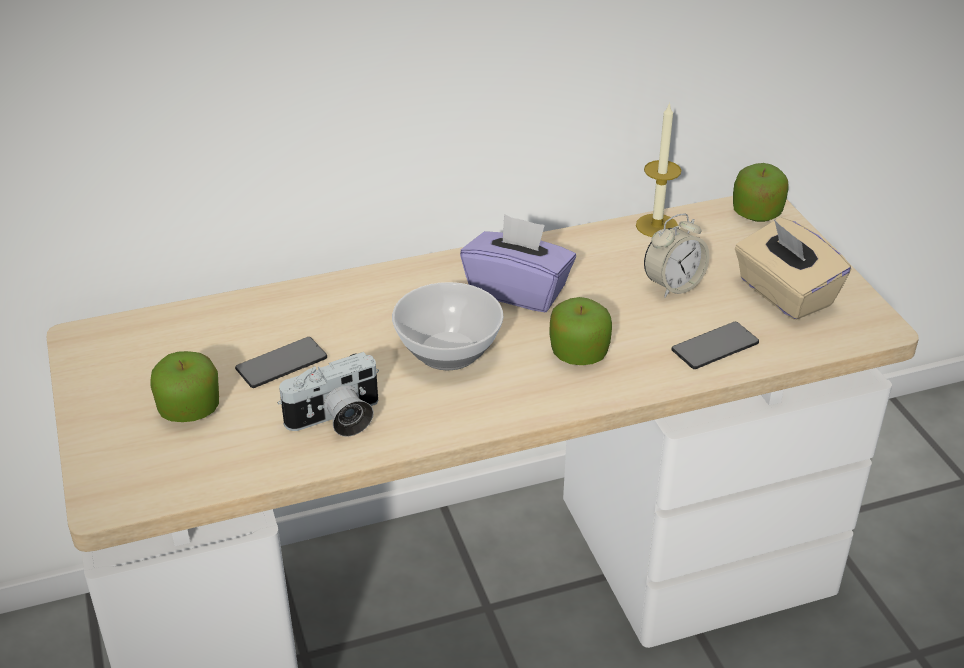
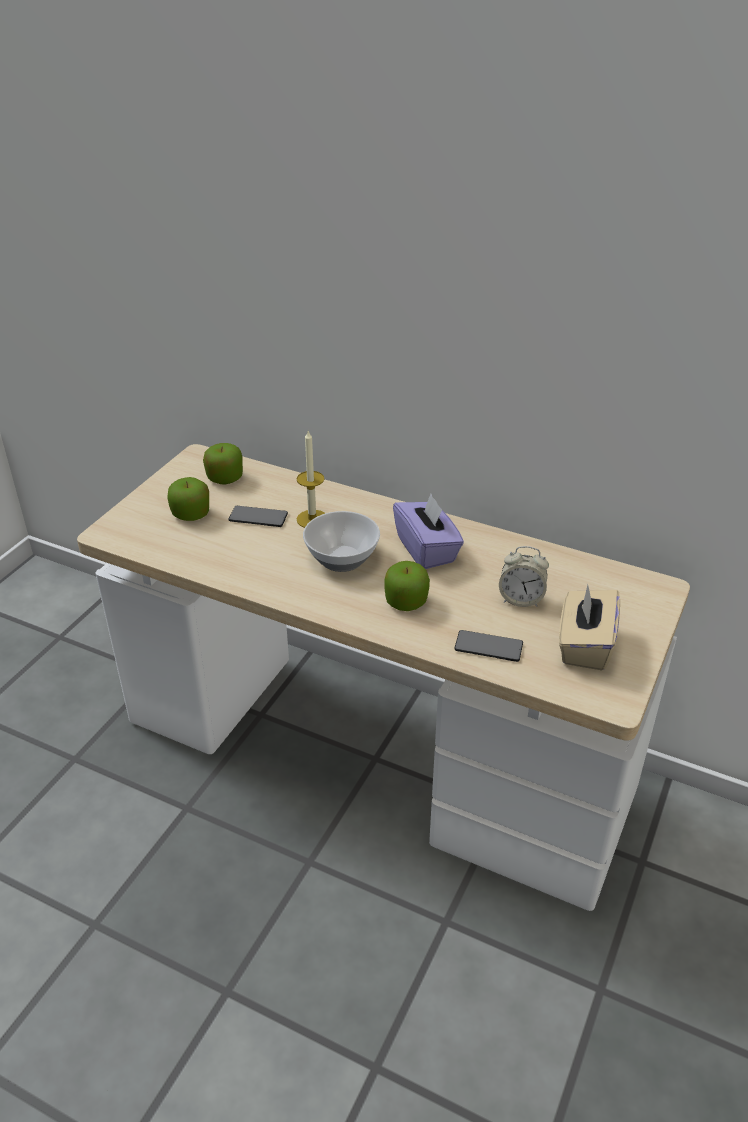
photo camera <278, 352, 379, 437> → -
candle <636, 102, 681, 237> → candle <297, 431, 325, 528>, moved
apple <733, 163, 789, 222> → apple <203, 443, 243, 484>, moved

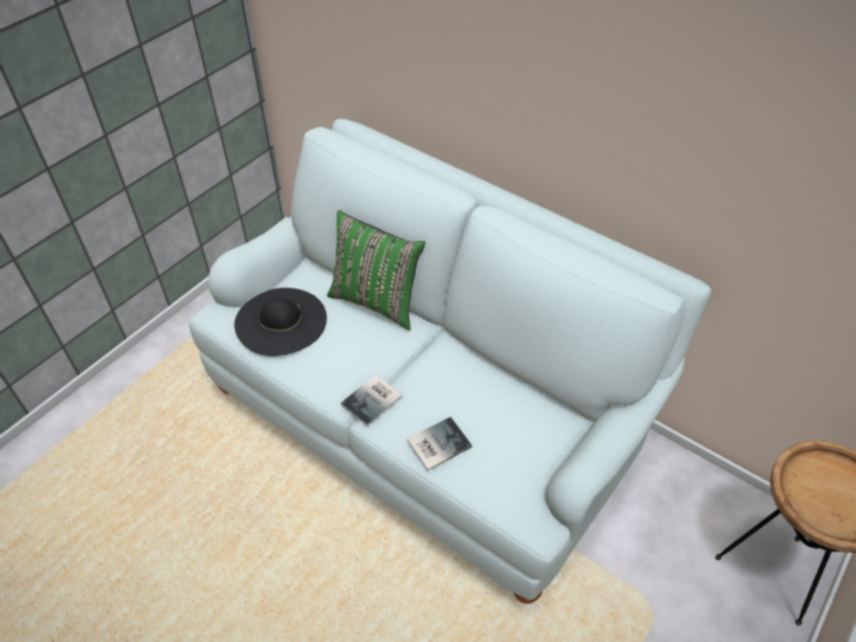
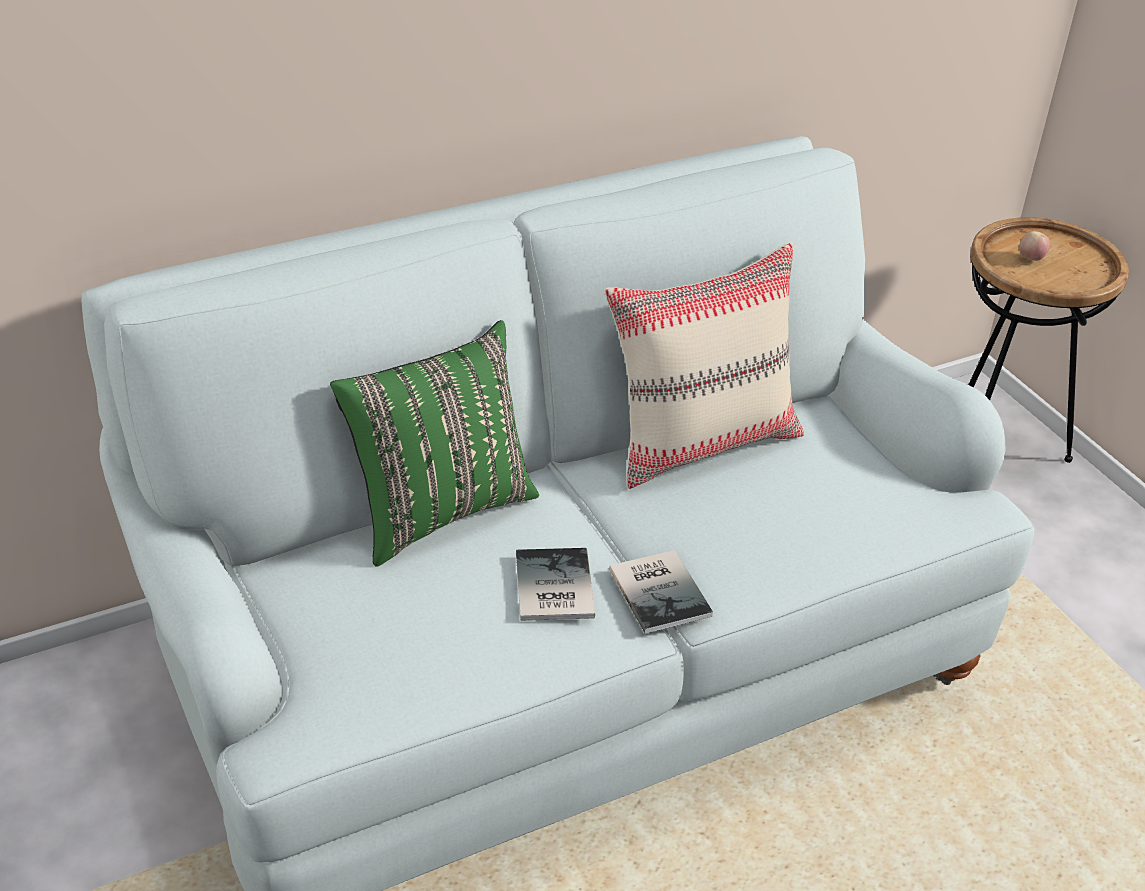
black hat <234, 288, 327, 356> → -
book <407, 417, 472, 471> → book <516, 548, 595, 621>, moved
- → beige pillow <605, 243, 804, 489>
- → apple <1019, 231, 1050, 261>

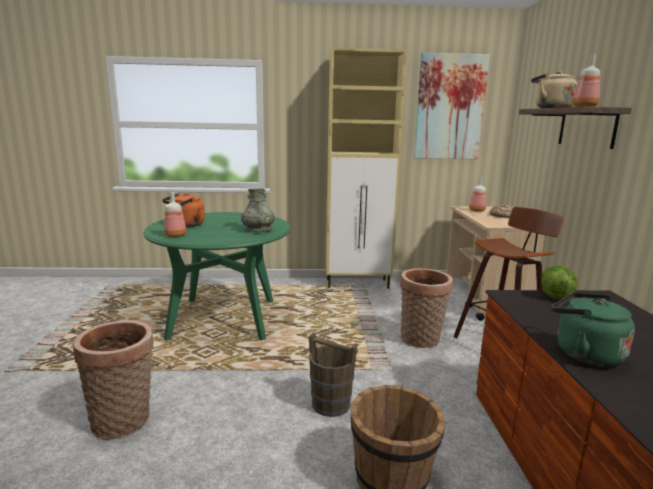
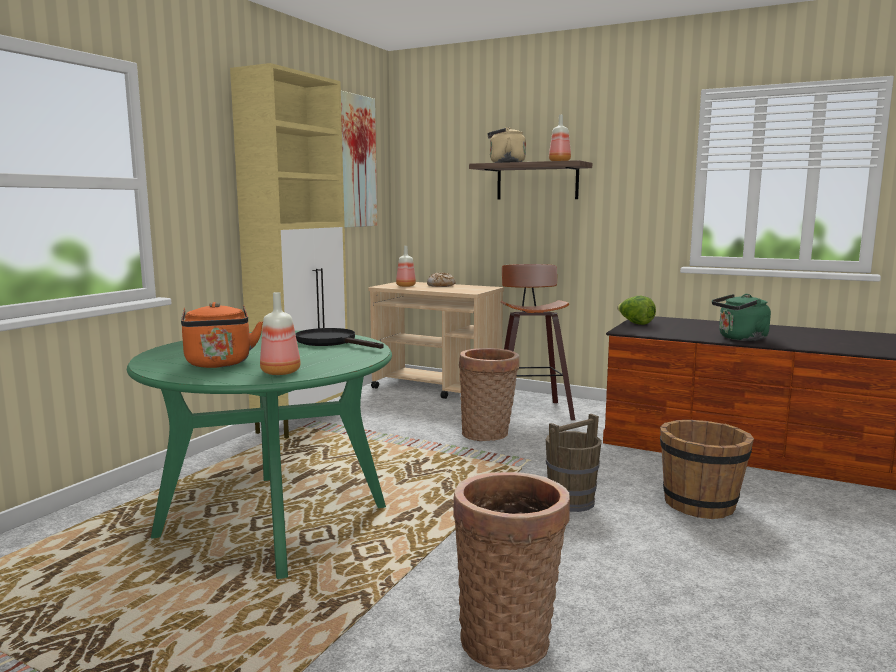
grey vase <241, 189, 275, 232> → black frying pan <295, 328, 384, 349>

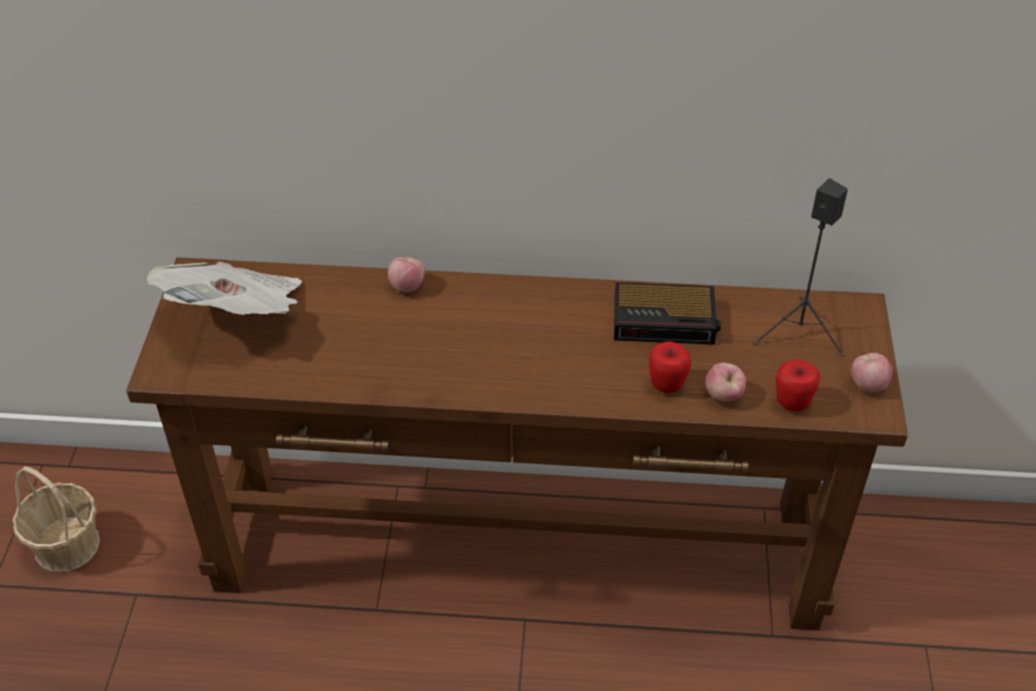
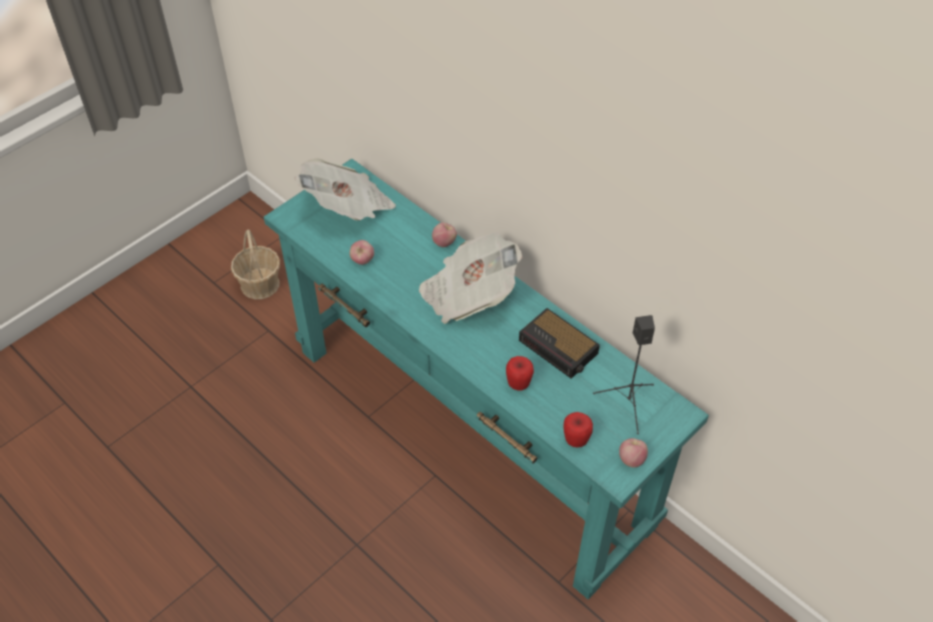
brown console table <126, 257, 908, 631> → turquoise console table <264, 159, 709, 599>
apple <705, 363, 746, 401> → apple <350, 240, 374, 265>, moved
- → newspaper <419, 232, 522, 324>

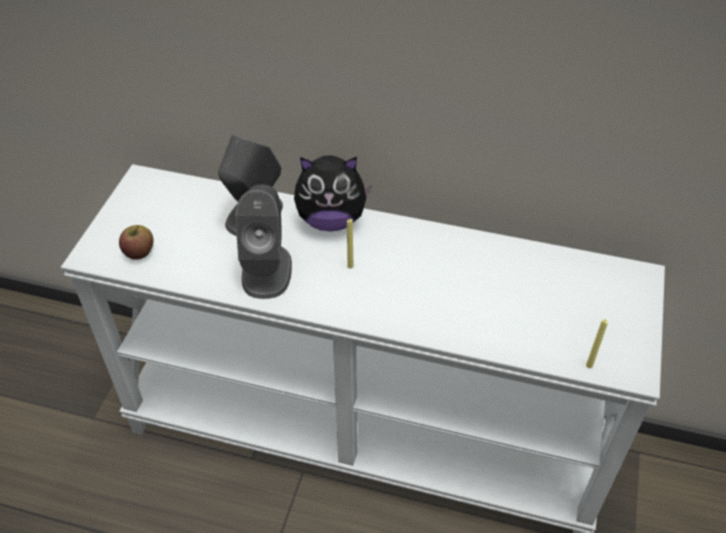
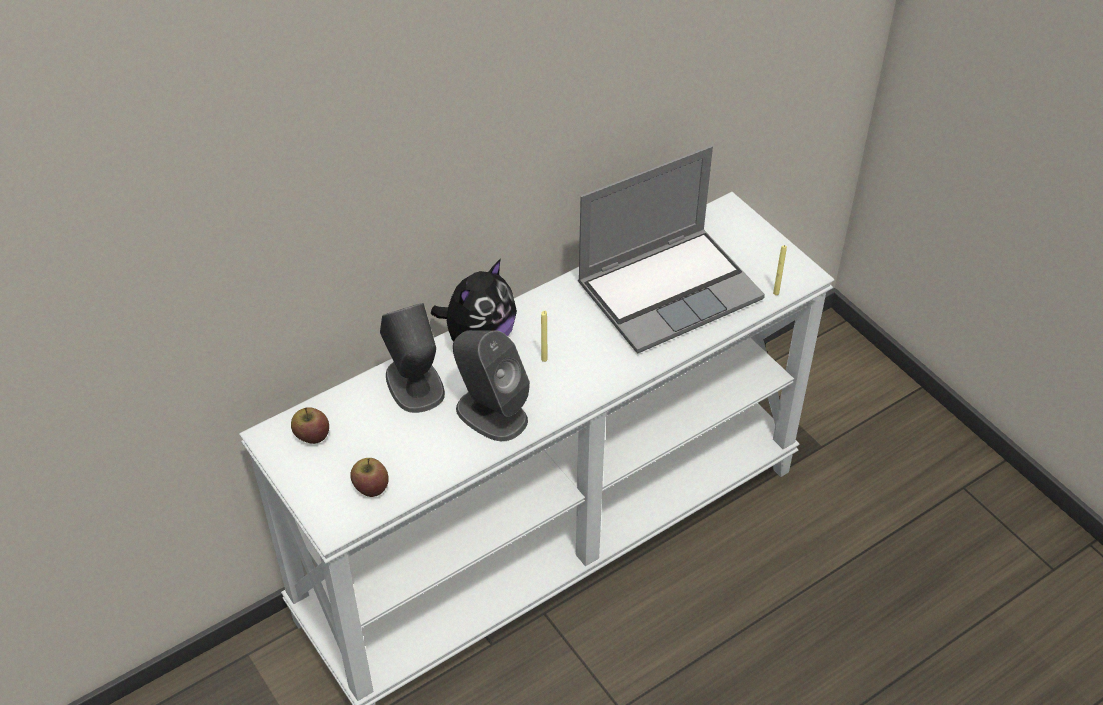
- → apple <291, 407, 329, 444>
- → laptop <578, 146, 765, 354>

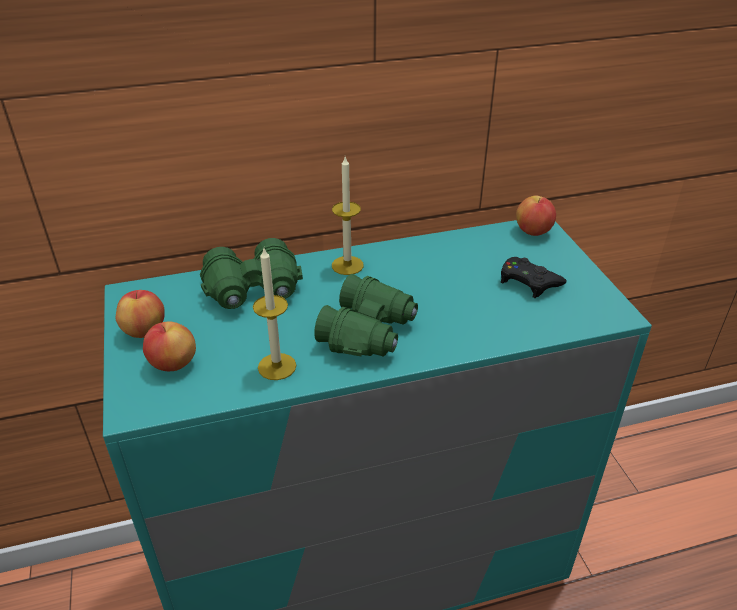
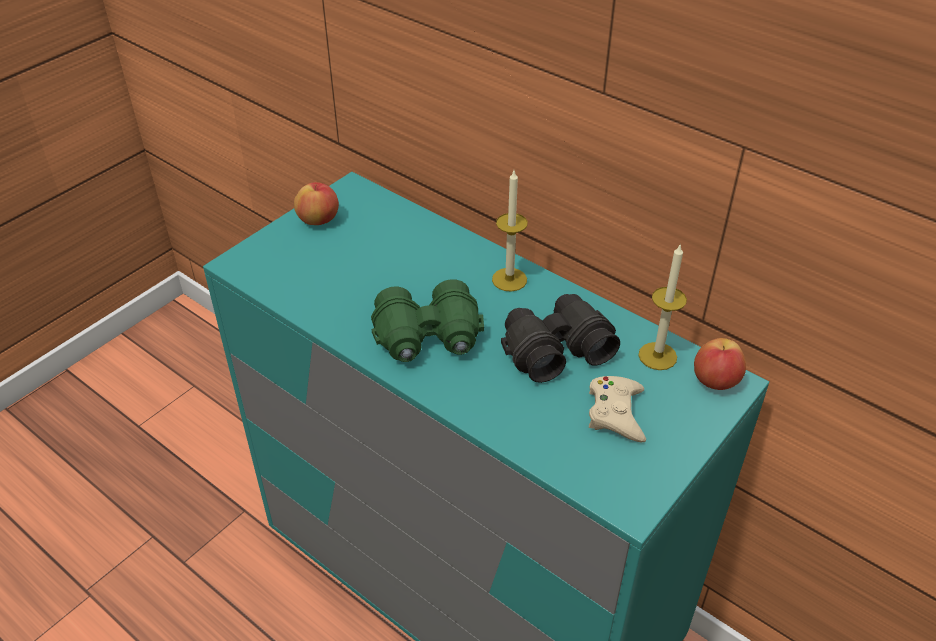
apple <143, 321, 196, 371> → -
green binoculars <200, 238, 303, 309> → -
candle <253, 248, 296, 380> → candle <638, 243, 687, 370>, moved
black game controller <501, 257, 567, 298> → beige game controller <589, 376, 646, 442>
- → black binoculars <501, 294, 620, 383>

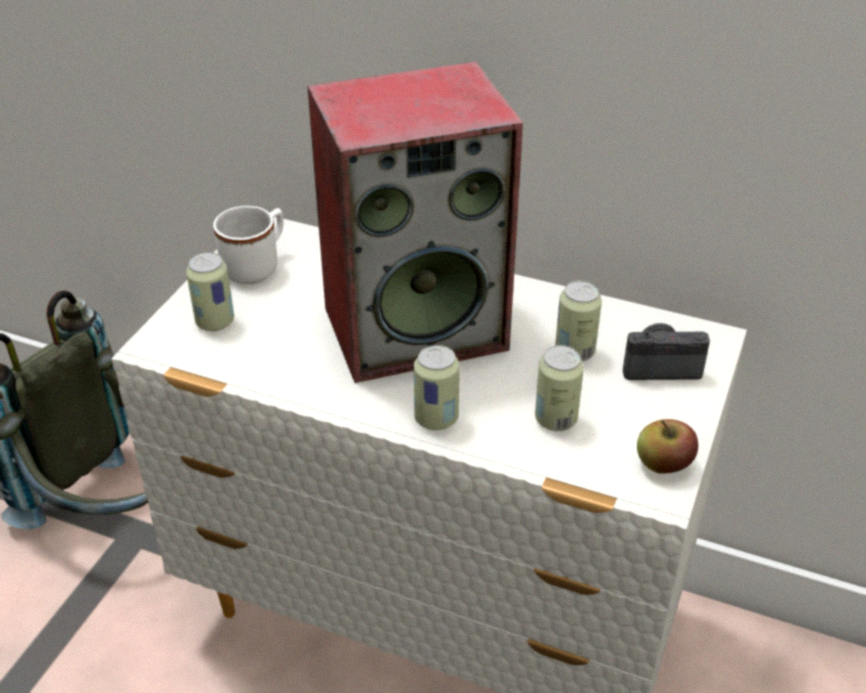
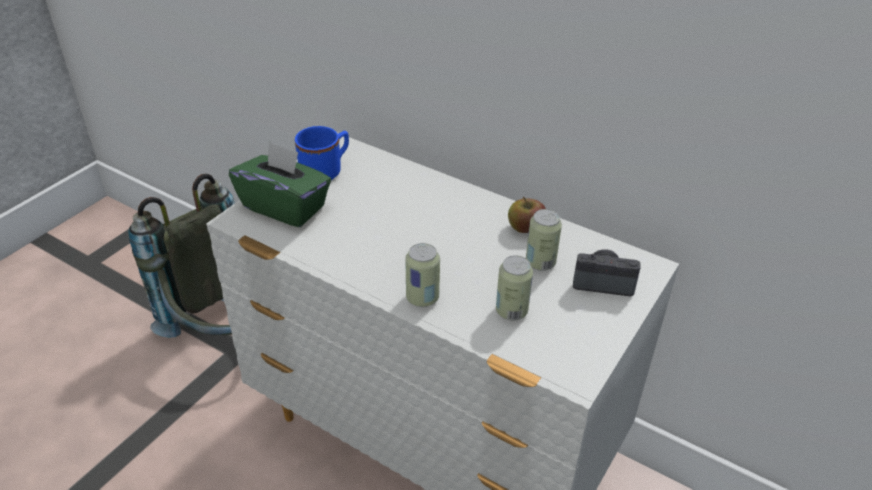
can <186, 252, 234, 331> → green tissue box <229, 141, 331, 227>
white mug <213, 206, 283, 284> → blue mug <295, 126, 349, 180>
speaker <307, 61, 523, 383> → -
apple <637, 419, 698, 474> → apple <508, 197, 546, 233>, moved

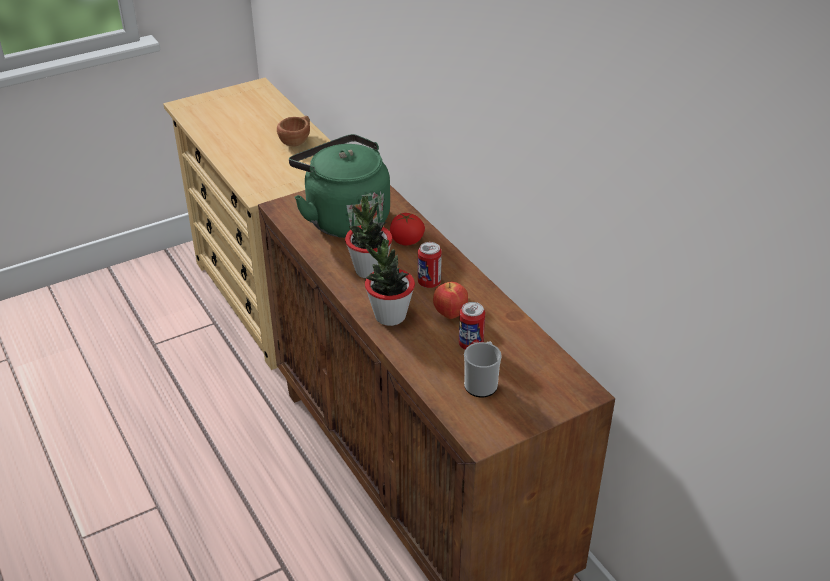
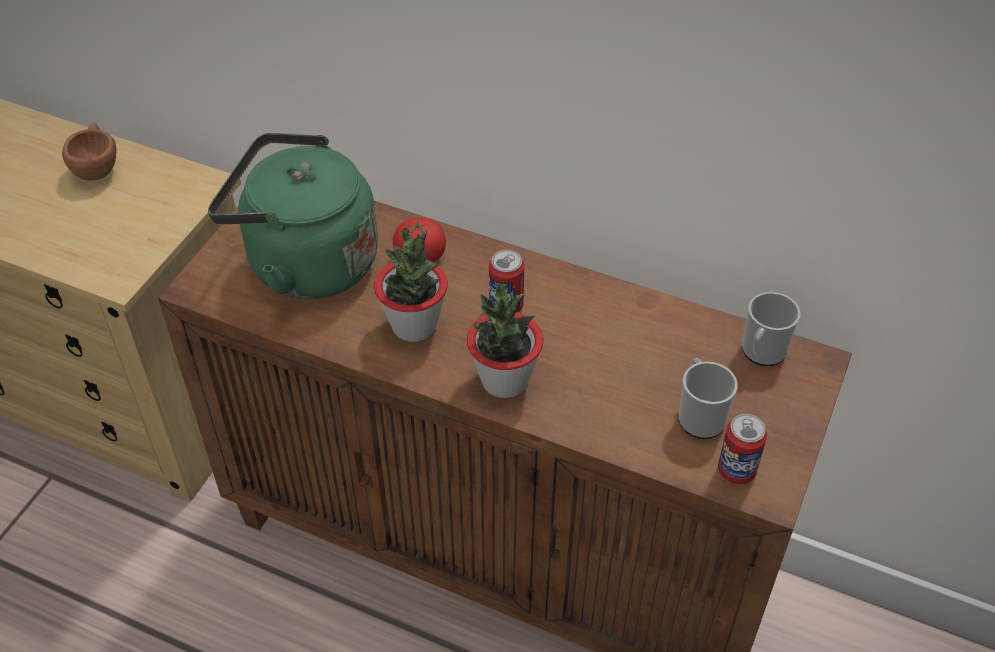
apple <433, 282, 468, 319> → -
can <459, 302, 485, 350> → can <718, 414, 767, 485>, moved
- → mug <742, 292, 800, 366>

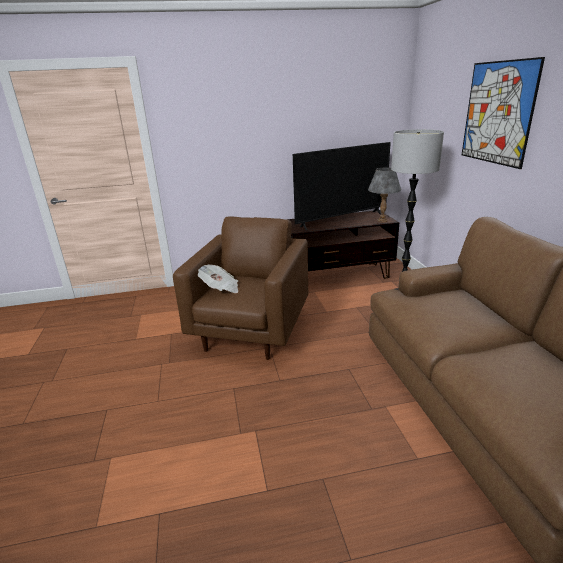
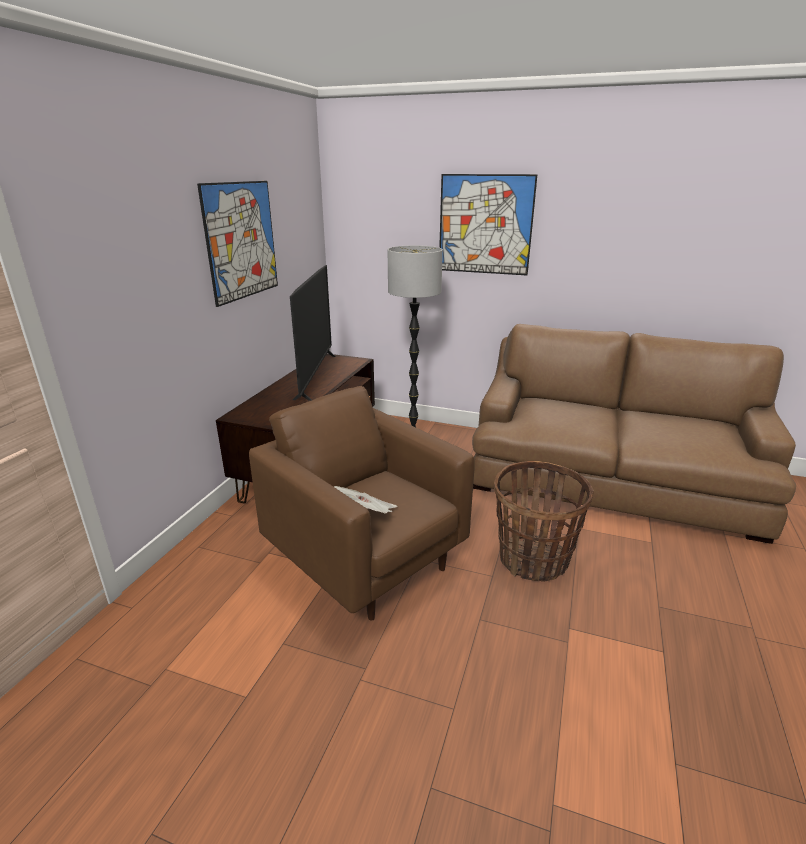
grey table lamp <368, 168, 401, 222> → -
- → picture <197, 181, 278, 307>
- → basket <494, 461, 594, 582>

